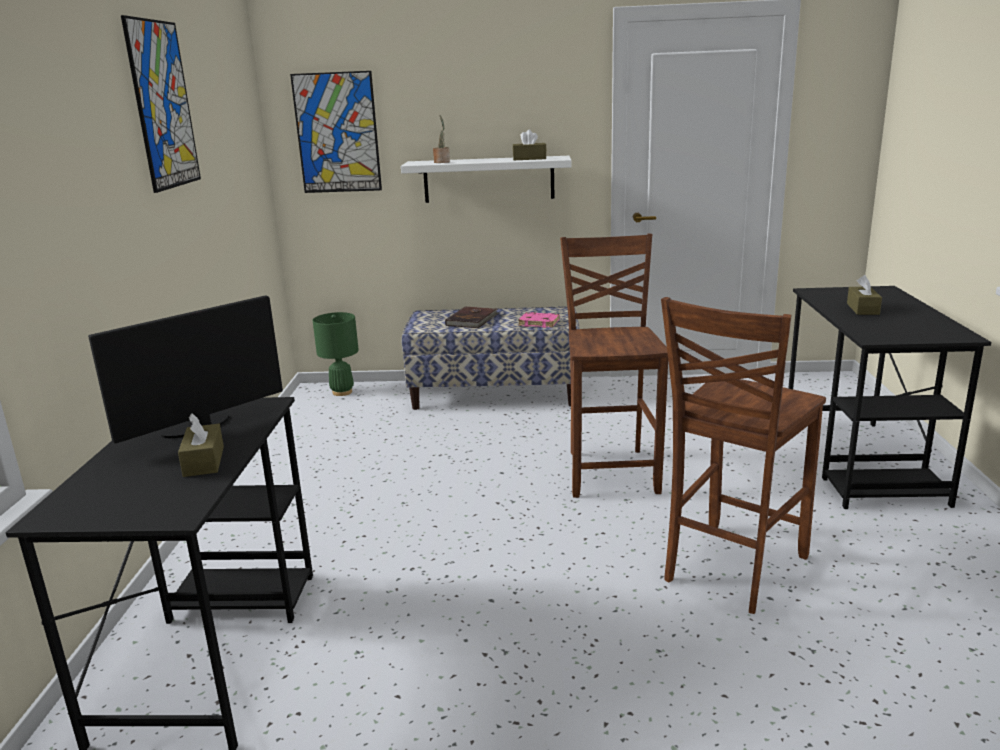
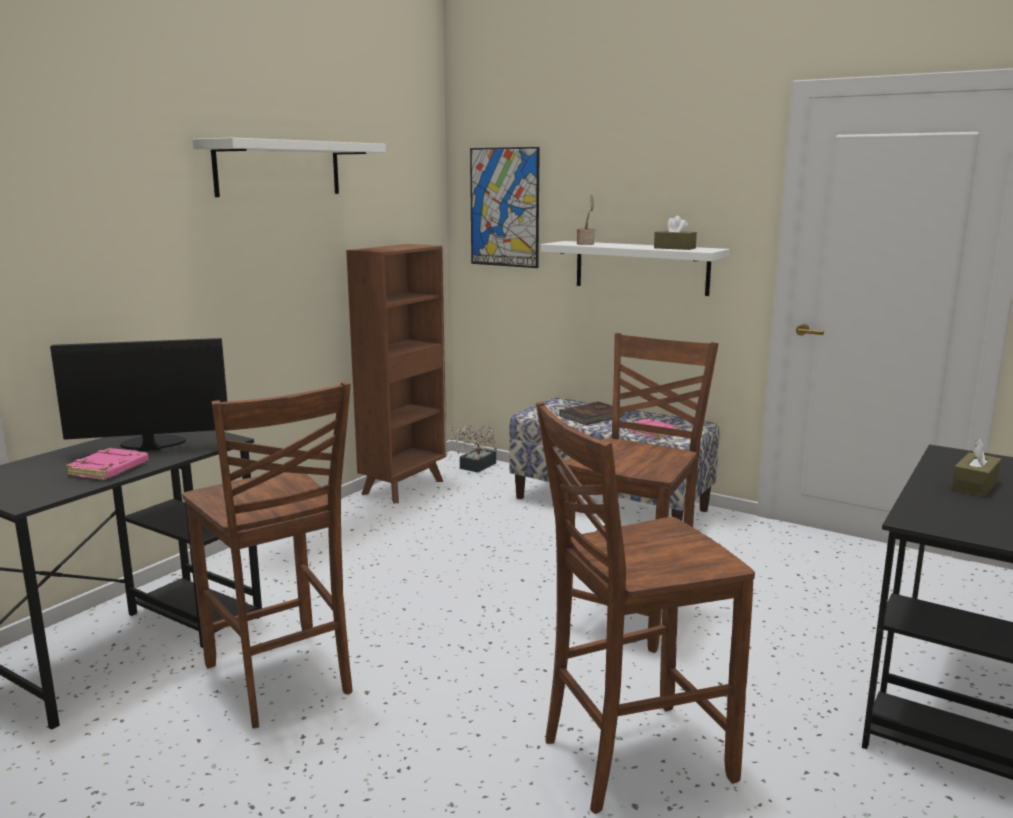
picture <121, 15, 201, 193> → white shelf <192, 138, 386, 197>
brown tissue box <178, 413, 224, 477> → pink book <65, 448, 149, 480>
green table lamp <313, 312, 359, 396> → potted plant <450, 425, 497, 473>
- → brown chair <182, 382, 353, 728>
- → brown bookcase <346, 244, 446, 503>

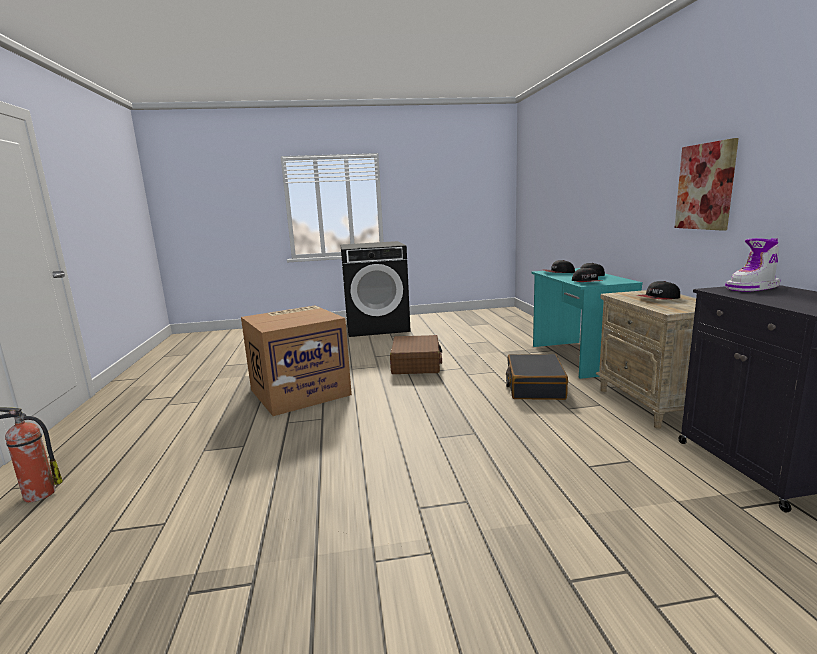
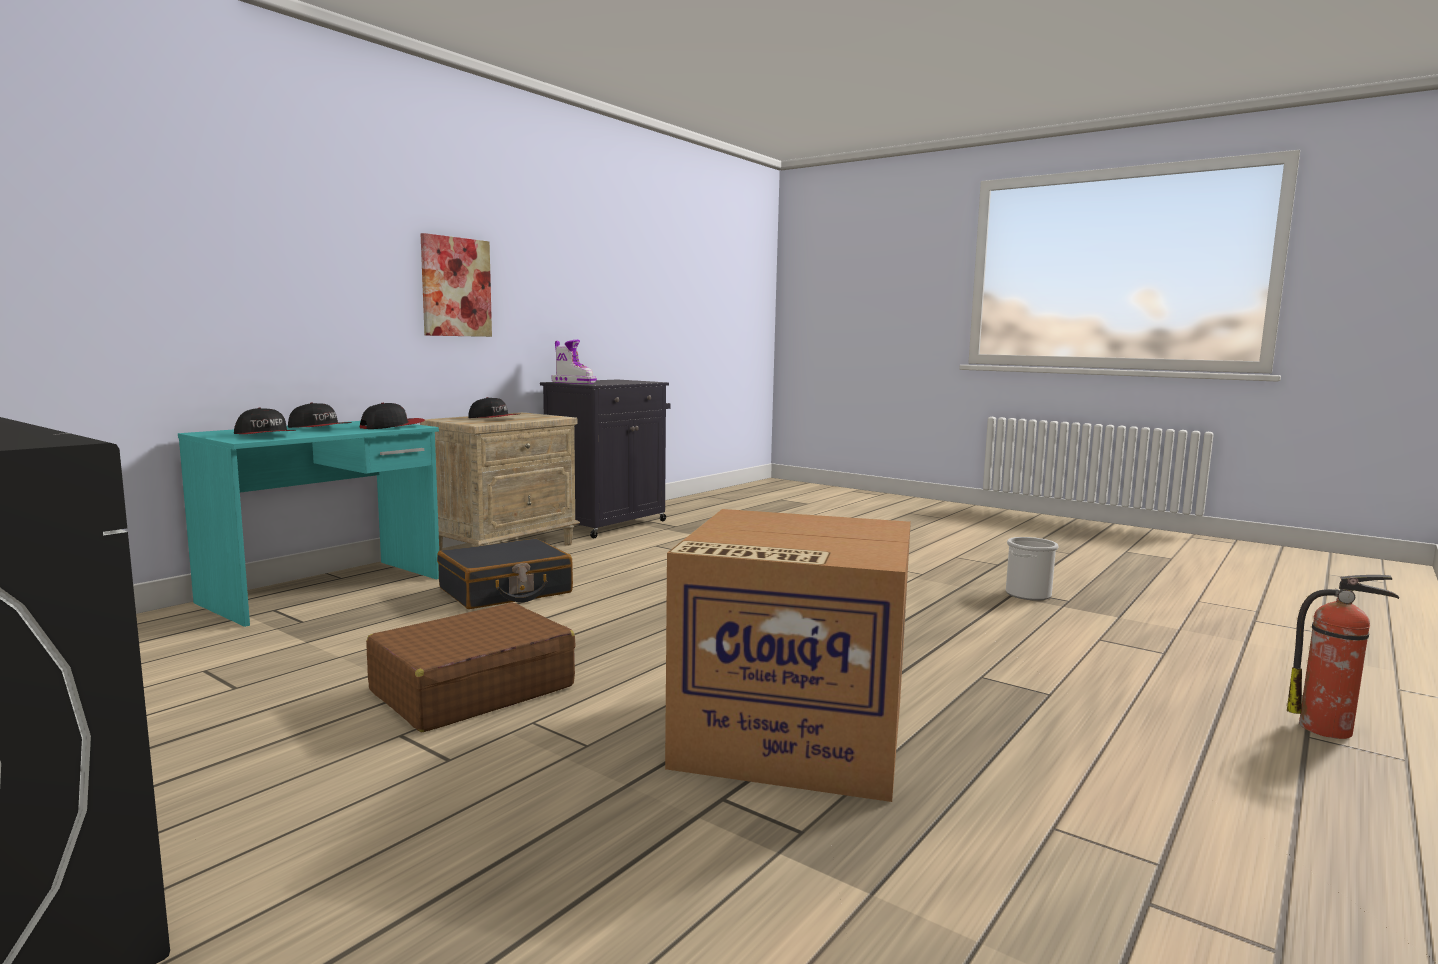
- → bucket <1006, 537, 1058, 601>

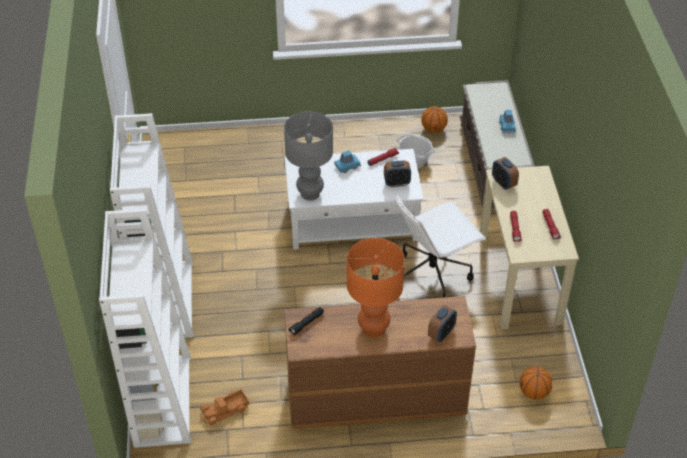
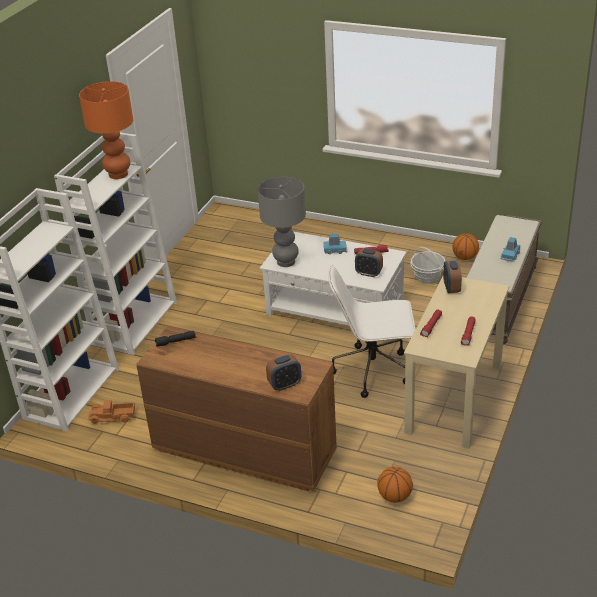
orange table lamp <347, 238, 405, 338> → orange table lamp <79, 81, 133, 179>, moved

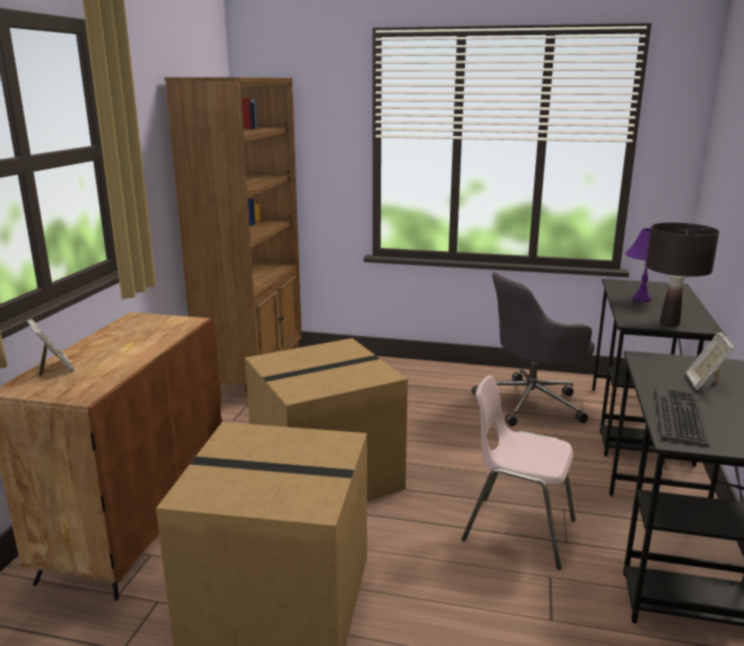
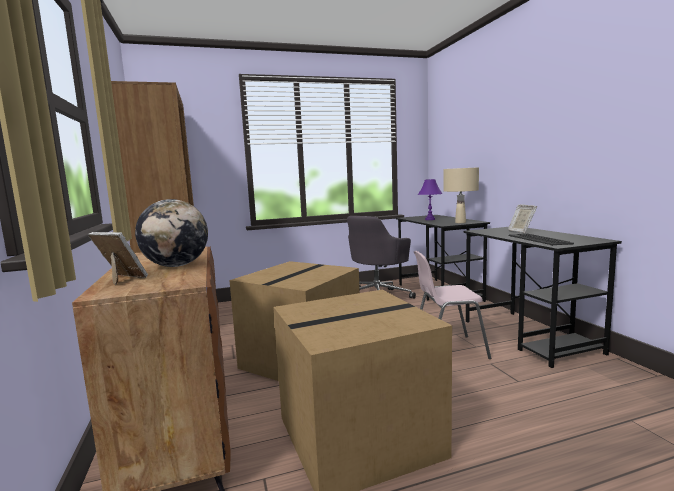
black table lamp <646, 223, 719, 326> → beige table lamp <443, 167, 479, 223>
- → globe <135, 199, 208, 267>

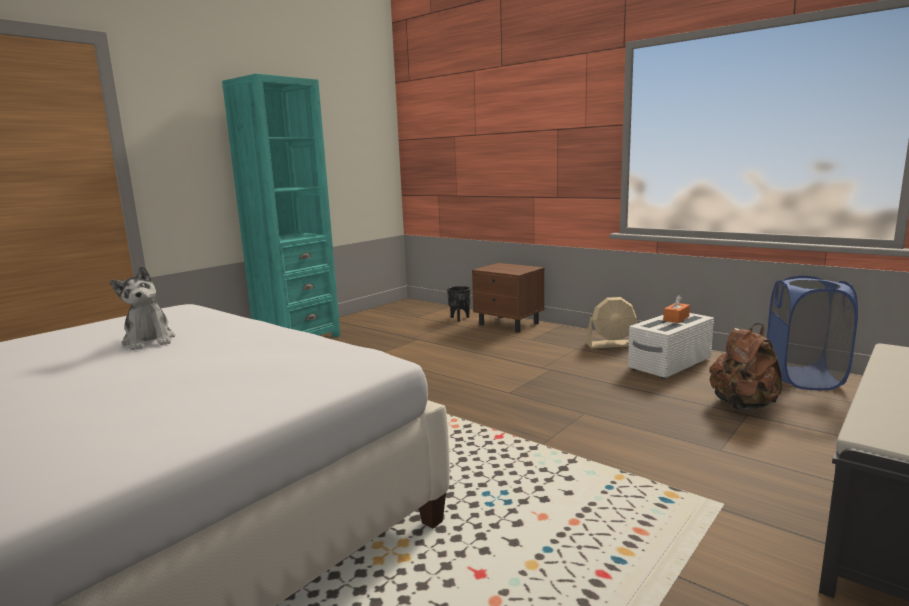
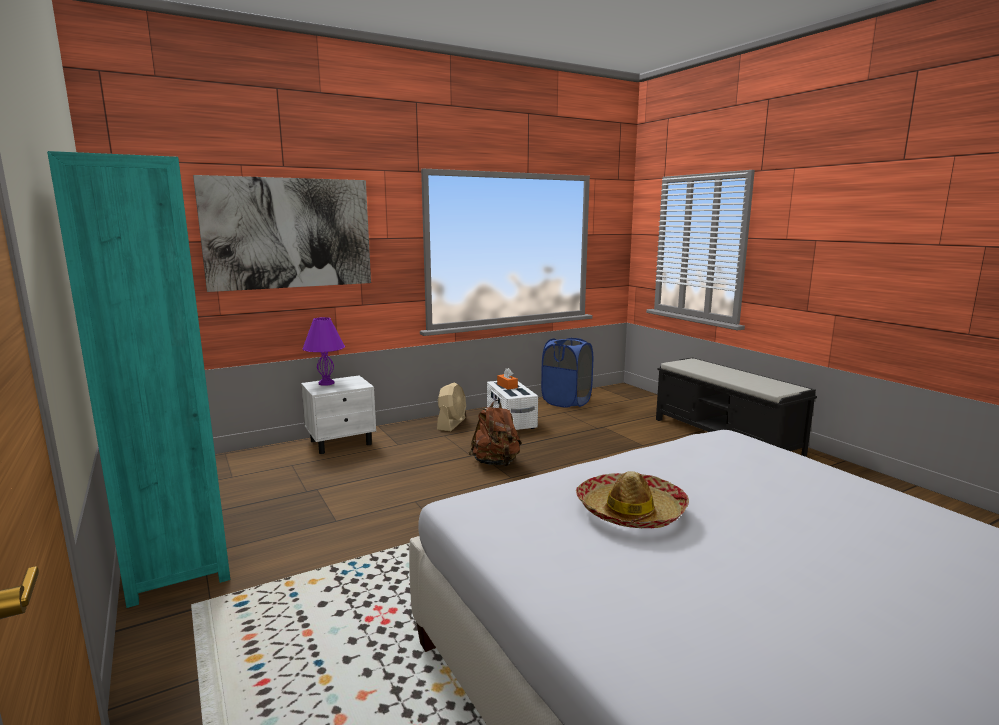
plush toy <110, 266, 175, 350> → hat <576, 471, 689, 528>
black planter <447, 286, 470, 322> → -
brown nightstand <472, 263, 545, 333> → white nightstand <301, 375, 376, 454>
brown backpack <710, 323, 782, 410> → brown backpack <469, 400, 522, 467>, moved
- → picture <193, 175, 371, 292>
- → purple table lamp <302, 317, 345, 386>

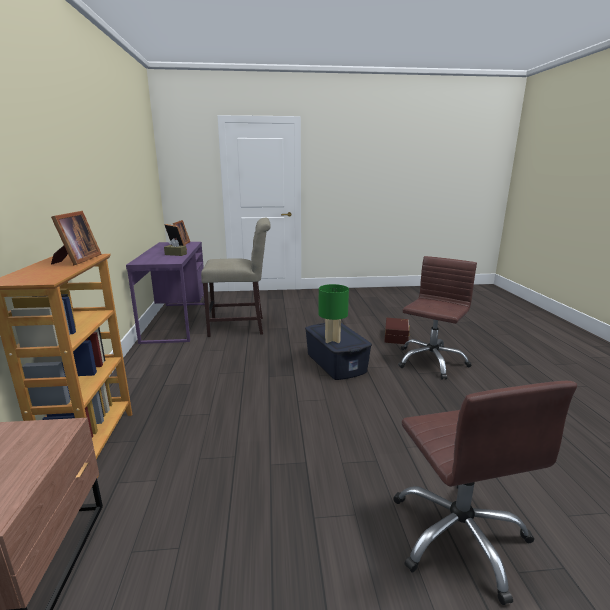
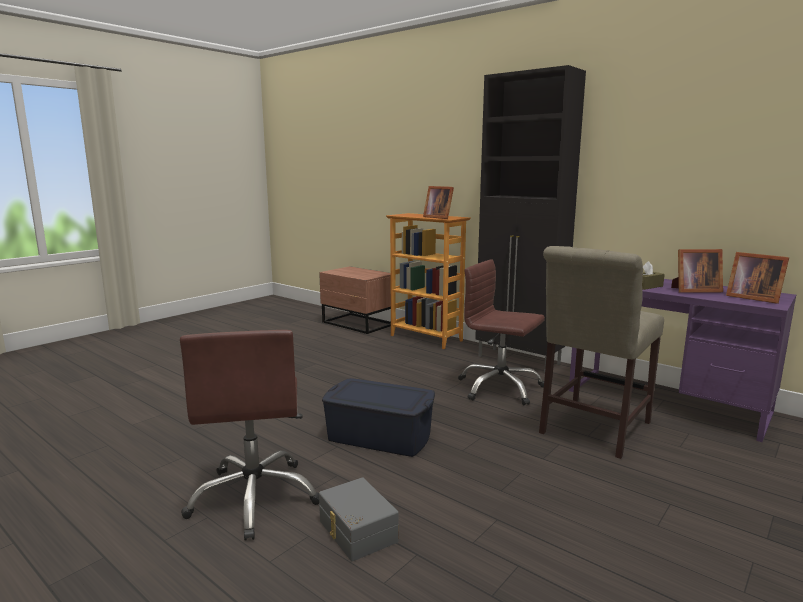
green table lamp <318, 284, 349, 343> → -
brown storage box <384, 318, 410, 344> → grey storage box <319, 477, 399, 562>
brown office chair <393, 381, 577, 605> → brown office chair <458, 259, 545, 405>, moved
- → black cabinet <475, 65, 586, 373>

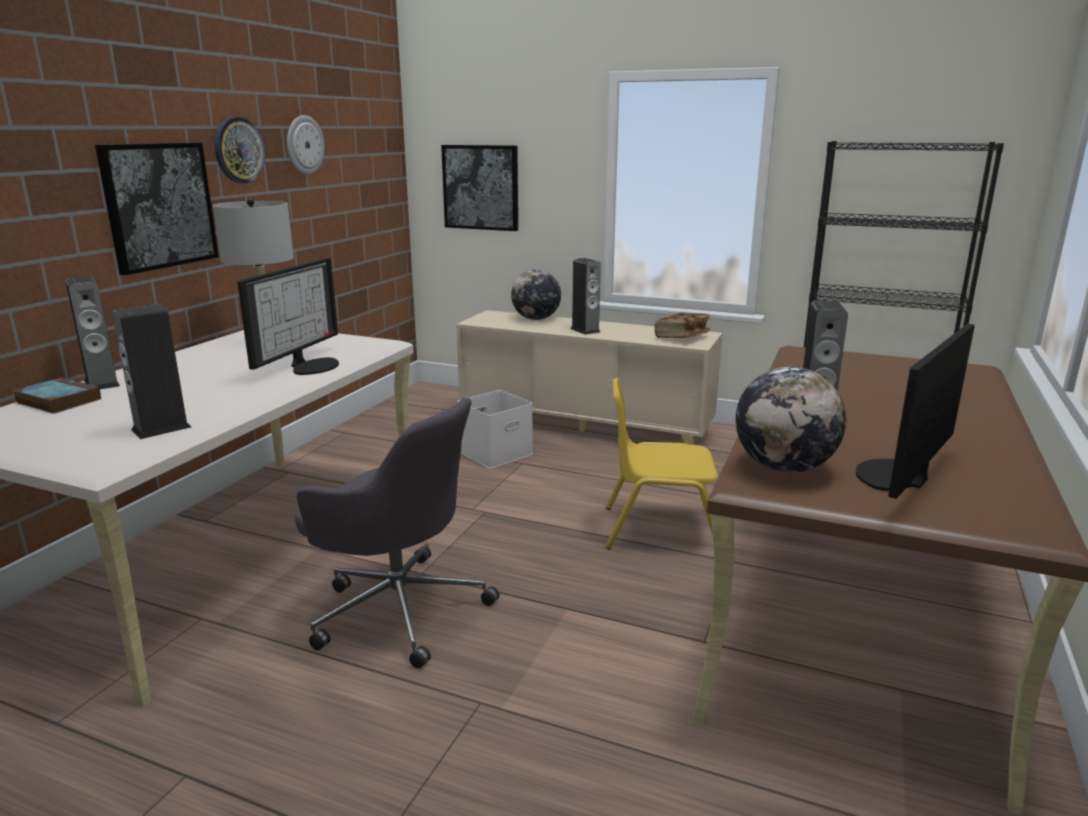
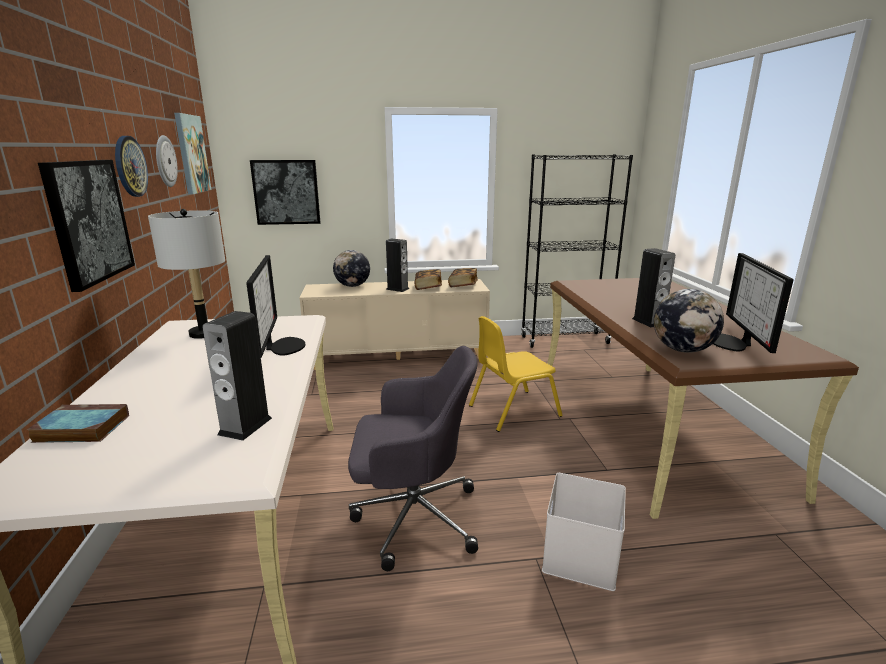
speaker <66, 276, 120, 390> → -
white storage box <457, 390, 533, 469> → white storage box <542, 473, 626, 591>, moved
- → picture <174, 113, 211, 194>
- → book <414, 269, 442, 290>

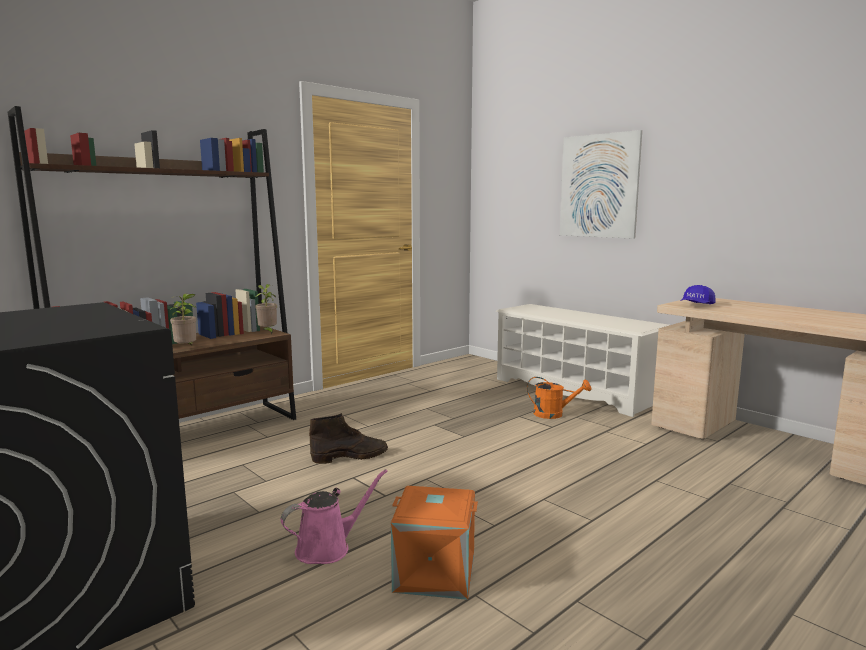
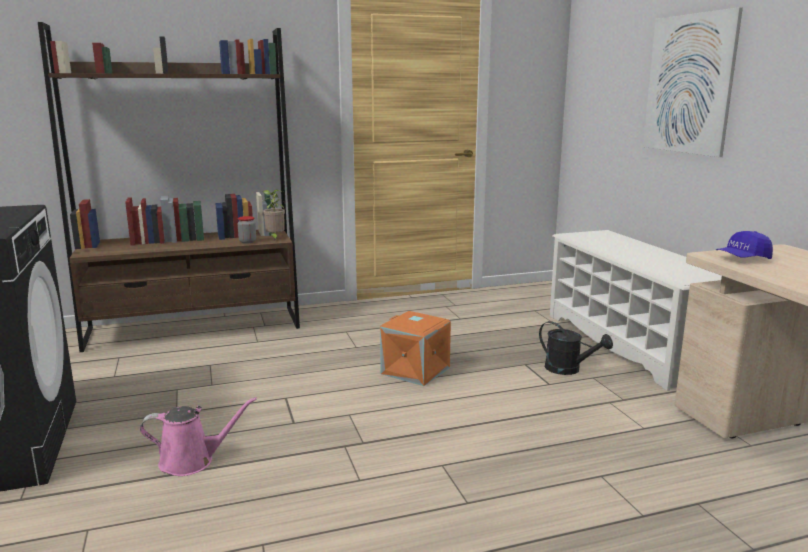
potted plant <169, 294, 196, 345> → -
brown boot <309, 413, 388, 464> → -
orange storage box <391, 486, 478, 600> → orange storage box <380, 311, 451, 386>, moved
orange watering can <527, 377, 591, 419> → black watering can <539, 321, 613, 375>
- → jar <238, 216, 256, 244>

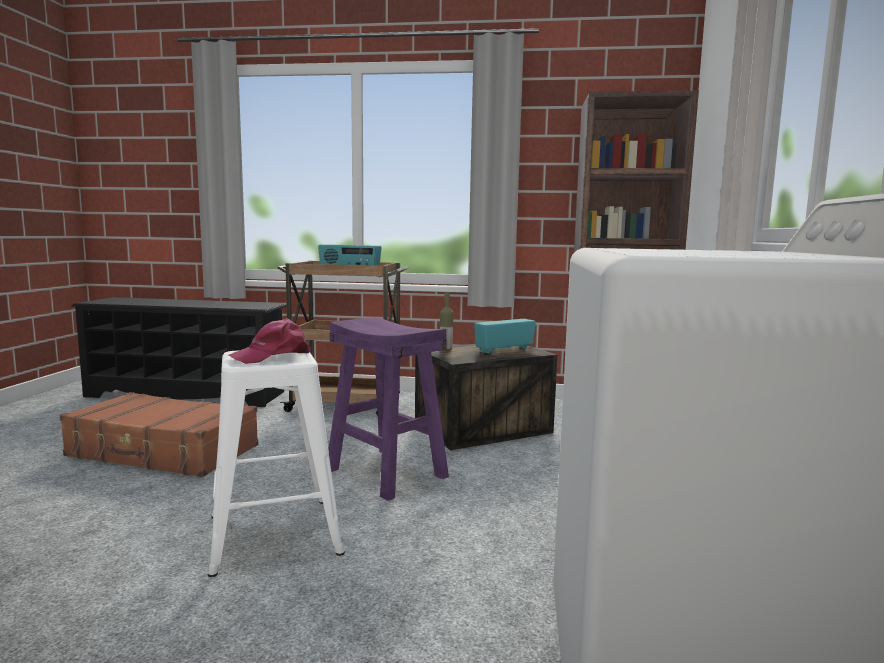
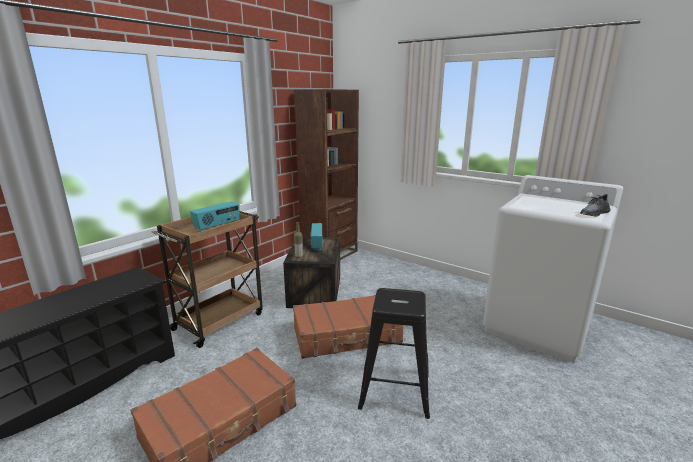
white stool <208, 350, 345, 577> → black stool <358, 288, 430, 419>
pink cap <228, 318, 311, 364> → -
purple stool <328, 317, 449, 501> → brown suitcase <293, 295, 404, 359>
- → grey shoe <580, 194, 611, 216>

